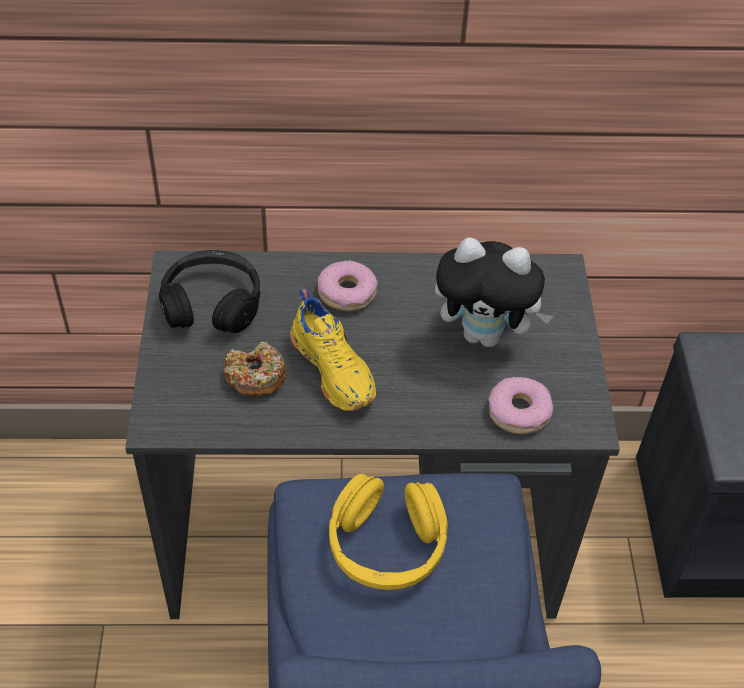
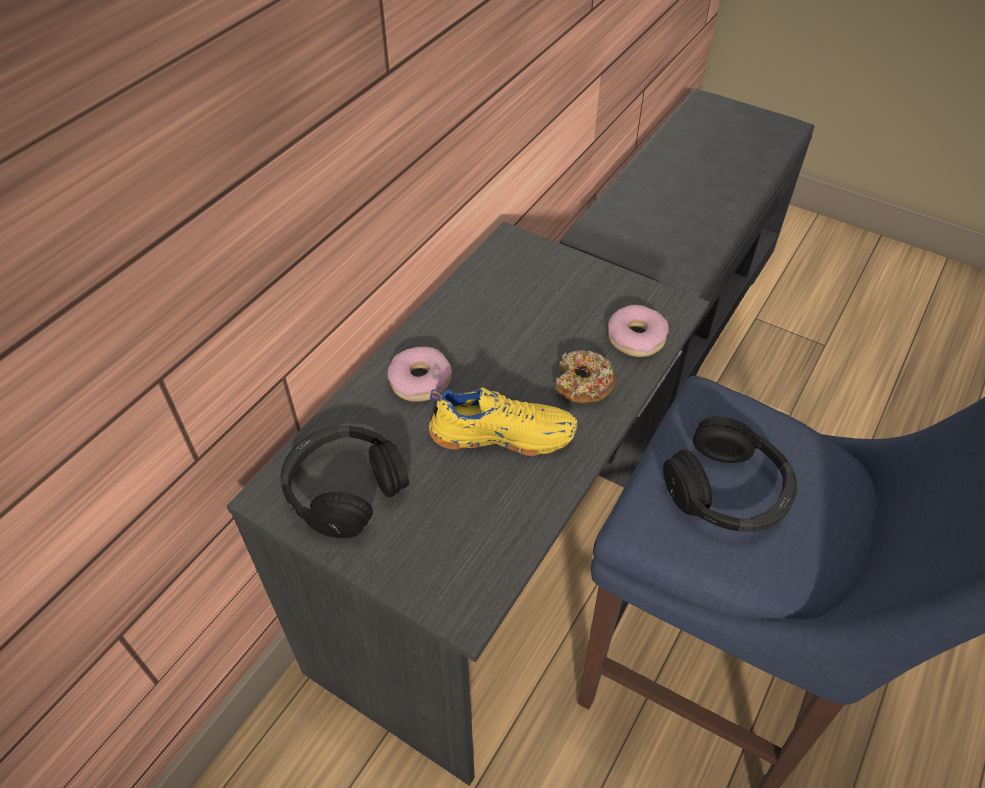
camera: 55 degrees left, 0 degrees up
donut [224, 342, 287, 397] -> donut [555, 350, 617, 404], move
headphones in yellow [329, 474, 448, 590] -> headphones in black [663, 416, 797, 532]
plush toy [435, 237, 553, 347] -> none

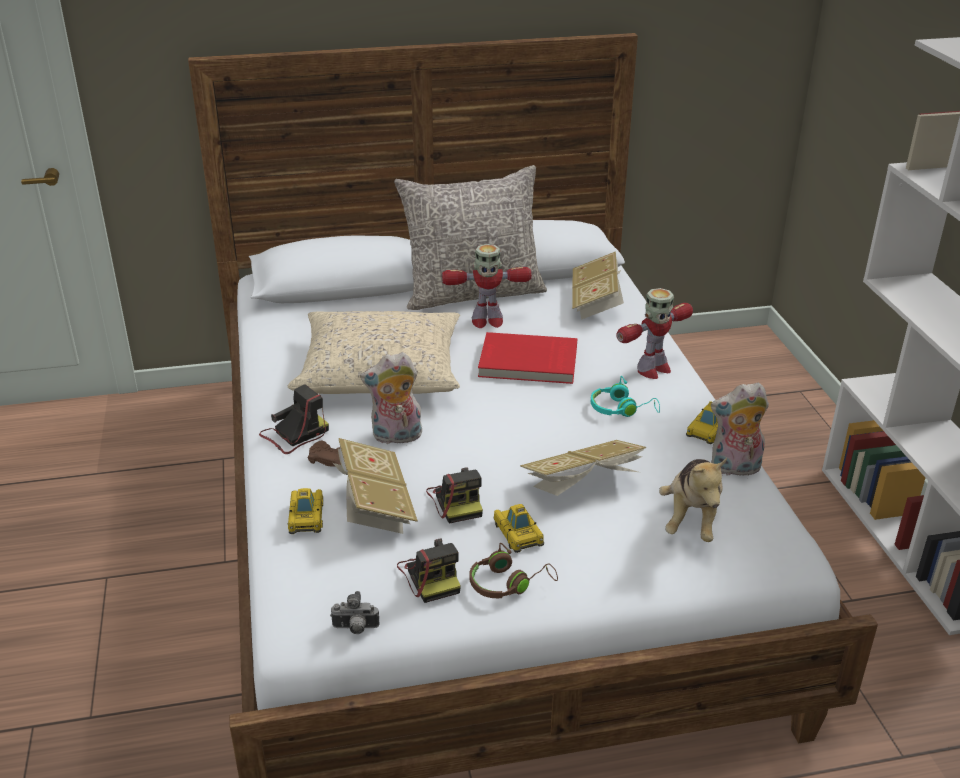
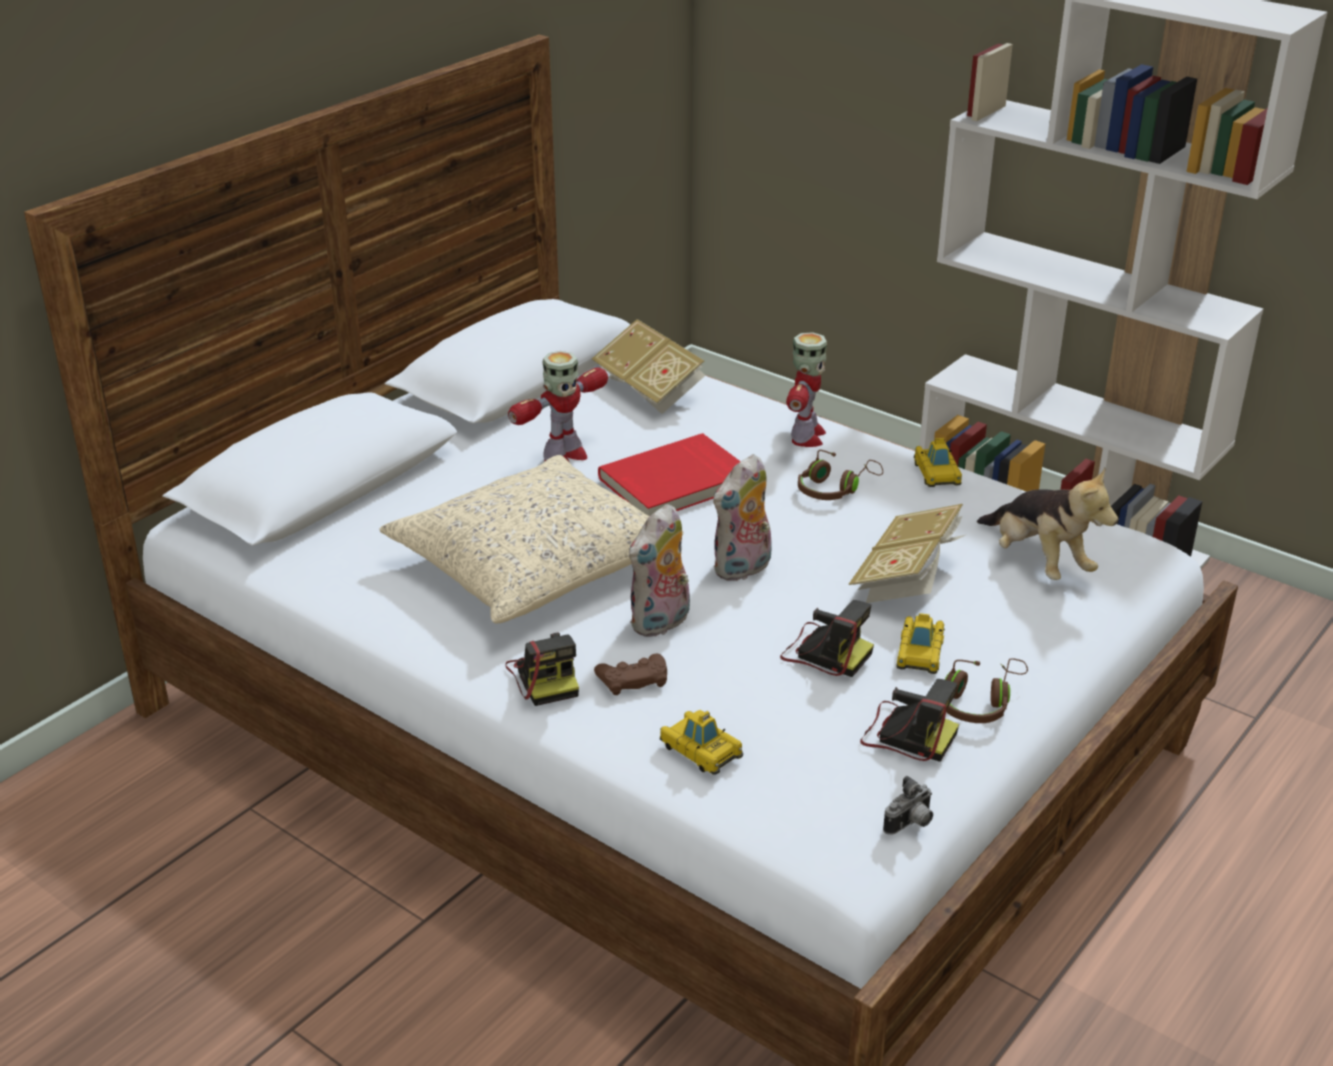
camera: 40 degrees left, 0 degrees up
photo camera [259, 384, 329, 454] -> photo camera [505, 633, 579, 706], 150 degrees clockwise
book [333, 438, 418, 534] -> none
pillow in grey [394, 165, 547, 310] -> none
toy car [493, 504, 544, 553] -> toy car [896, 613, 945, 674], 105 degrees counterclockwise
headphones in turquoise [591, 376, 660, 417] -> headphones in brown [798, 450, 883, 500]
plush toy [711, 383, 769, 476] -> plush toy [713, 454, 772, 581], move

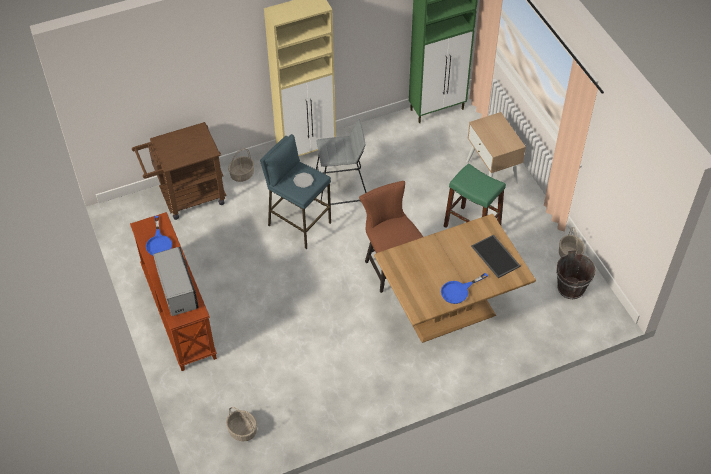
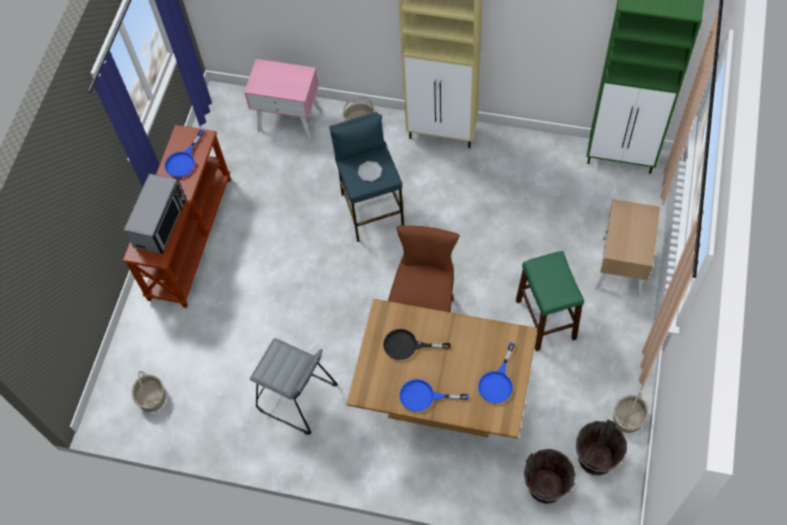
camera: 40 degrees right, 10 degrees up
cart in brown [132, 122, 226, 220] -> nightstand in pink [244, 59, 320, 141]
stool in grey [316, 119, 367, 206] -> stool in grey [250, 338, 338, 435], move
tray [471, 235, 521, 278] -> frying pan in blue [478, 343, 515, 403]
none -> frying pan in black [383, 329, 451, 360]
none -> bucket in brown [524, 449, 576, 504]

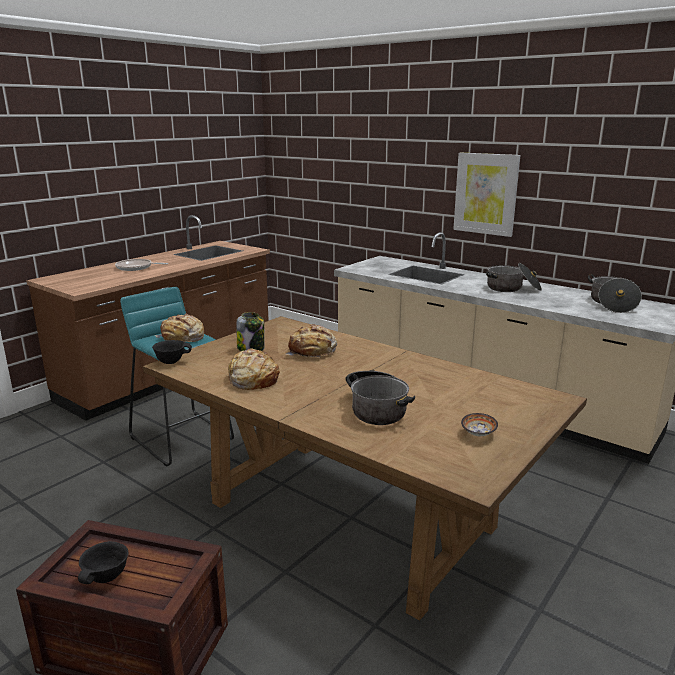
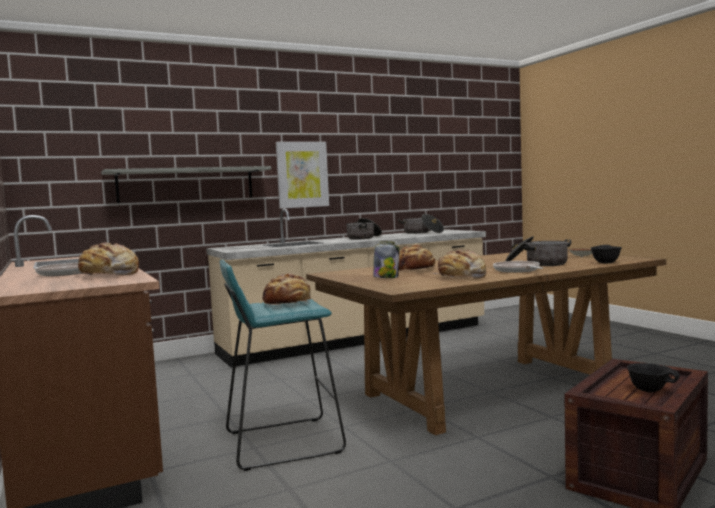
camera: 65 degrees left, 15 degrees down
bowl in black [152, 340, 192, 364] -> bowl in black [591, 245, 622, 263], move
none -> bread [74, 243, 139, 276]
none -> shelf in grey [101, 166, 271, 203]
none -> frying pan [493, 261, 543, 273]

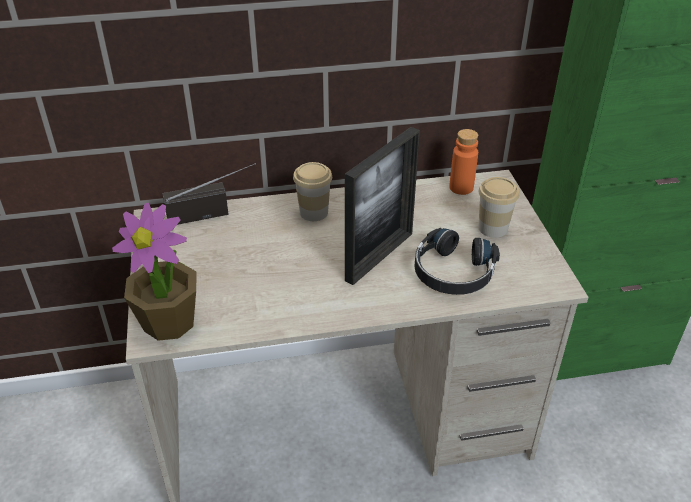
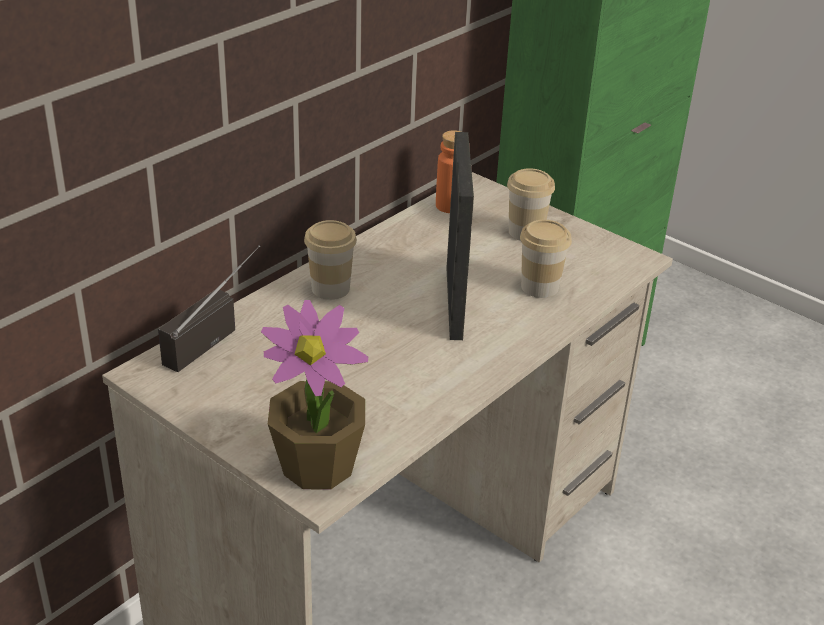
camera: 40 degrees left, 5 degrees down
headphones in black [414, 228, 500, 295] -> cup [520, 220, 572, 298]

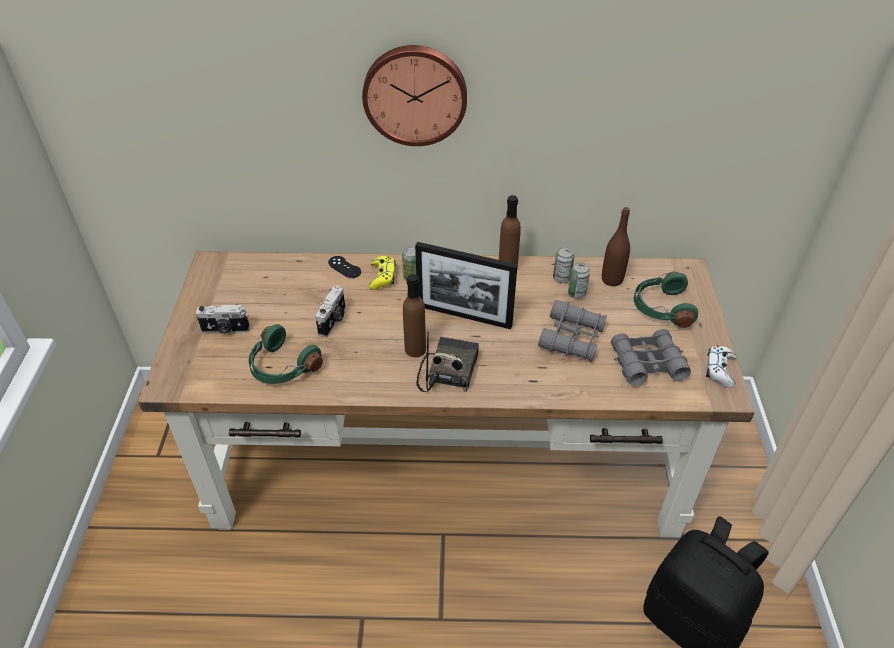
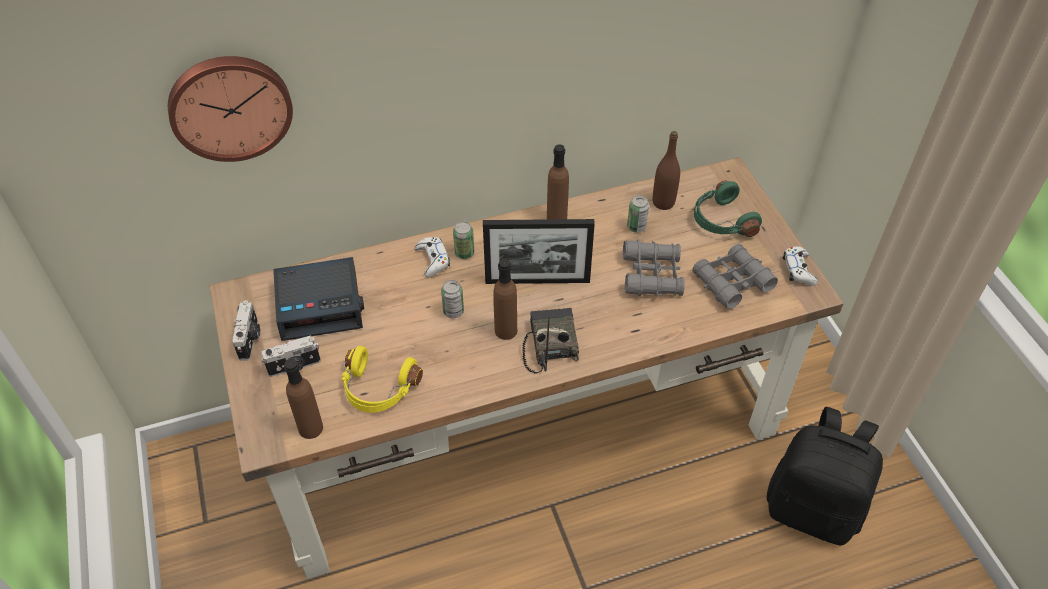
camera: 20 degrees left, 5 degrees up
headphones in green [248, 324, 323, 384] -> headphones in yellow [342, 346, 423, 413]
photo camera [315, 285, 345, 337] -> photo camera [232, 300, 260, 361], move
game controller in black [328, 256, 361, 278] -> none
wall clock [362, 45, 467, 146] -> wall clock [168, 56, 293, 162], move
game controller in yellow [369, 256, 396, 289] -> game controller in white [415, 237, 450, 278]
can [553, 247, 574, 283] -> can [441, 280, 464, 318], move
none -> alarm clock [273, 257, 364, 341]
none -> bottle in brown [284, 359, 323, 439]

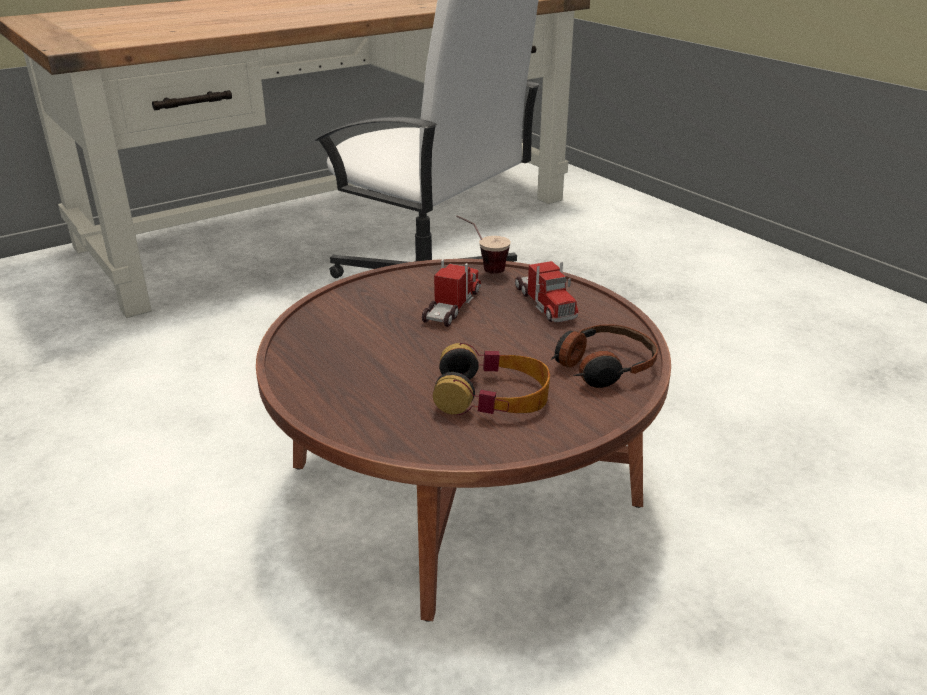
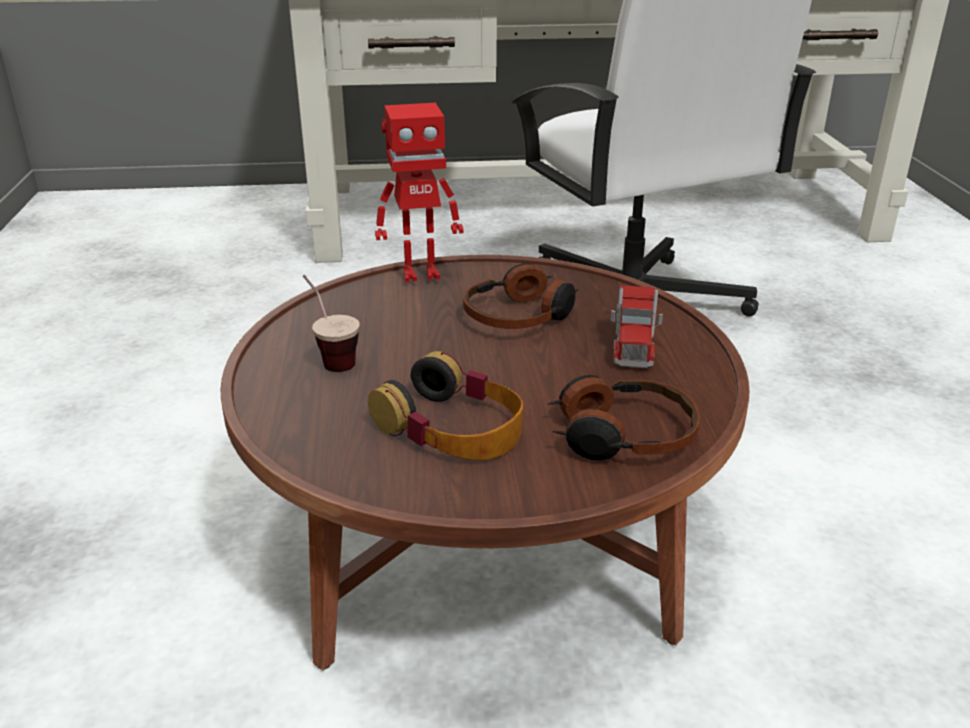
camera: 30 degrees right, 0 degrees up
toy truck [422, 259, 481, 327] -> headphones [463, 263, 578, 329]
cup [456, 215, 511, 274] -> cup [303, 275, 360, 372], move
none -> toy robot [375, 103, 463, 282]

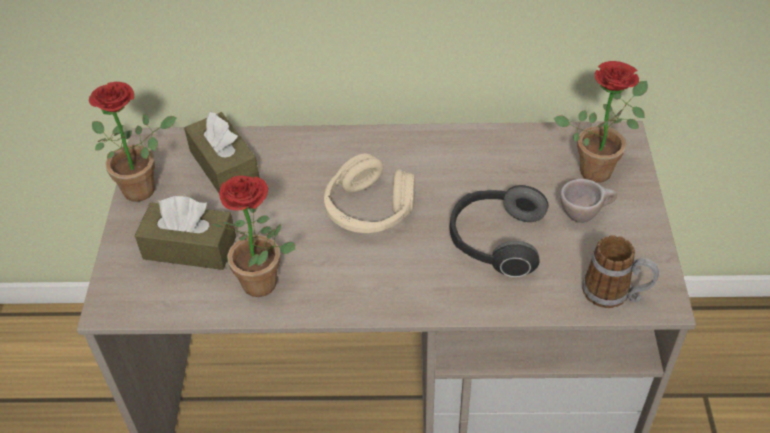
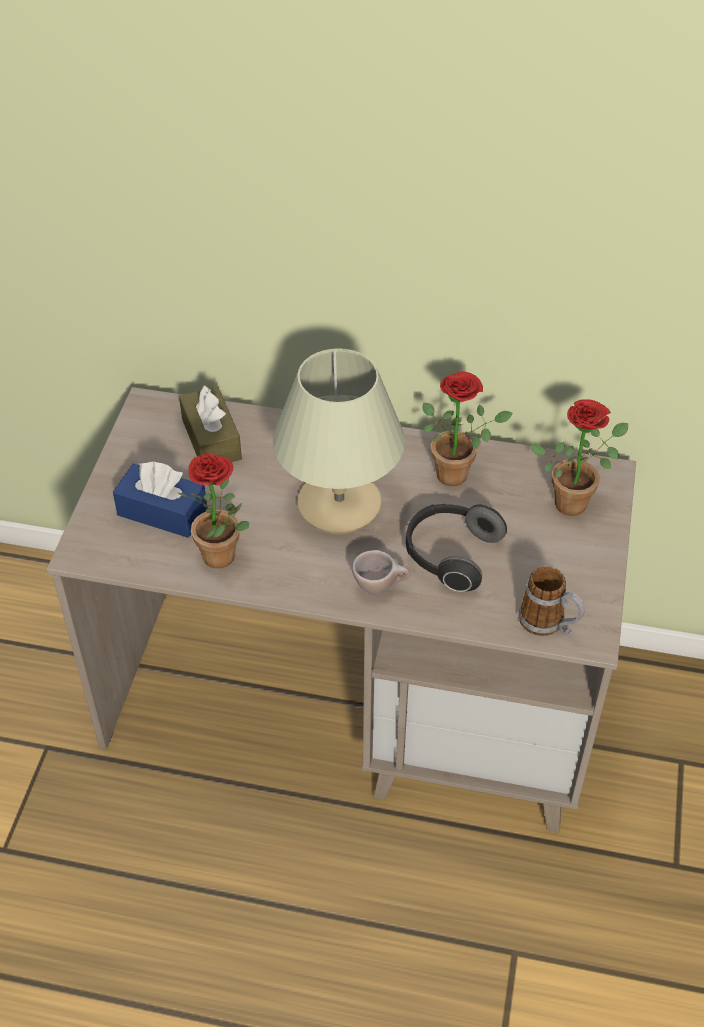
camera: 10 degrees right, 0 degrees up
potted plant [89, 82, 177, 202] -> potted plant [423, 372, 513, 486], move
tissue box in brown [135, 196, 236, 270] -> tissue box in blue [113, 461, 207, 538]
headphones in beige [324, 154, 415, 233] -> table lamp in beige [273, 348, 405, 534]
cup in beige [560, 179, 617, 223] -> cup in beige [352, 550, 410, 595], move

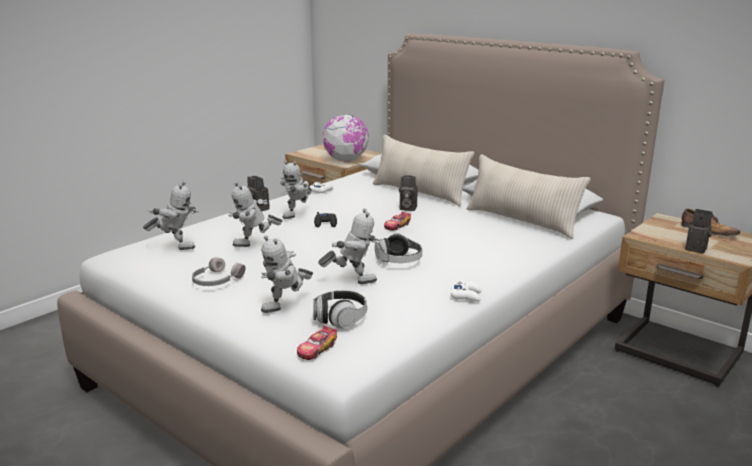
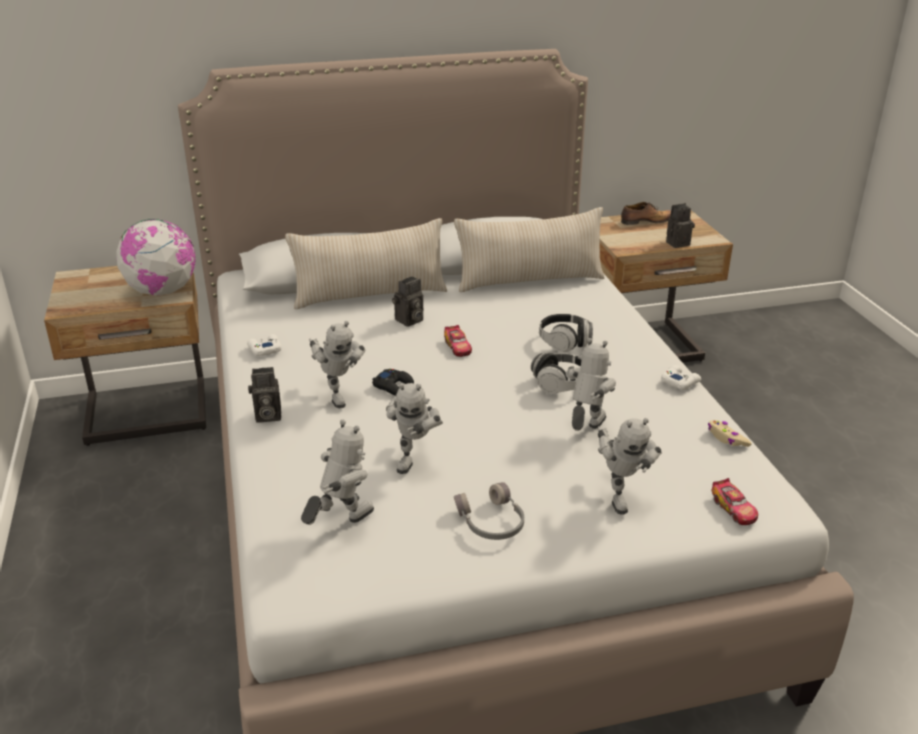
camera: 55 degrees left, 10 degrees up
headphones [313, 290, 367, 329] -> headphones [539, 314, 593, 352], move
none -> game controller in beige [708, 420, 752, 447]

